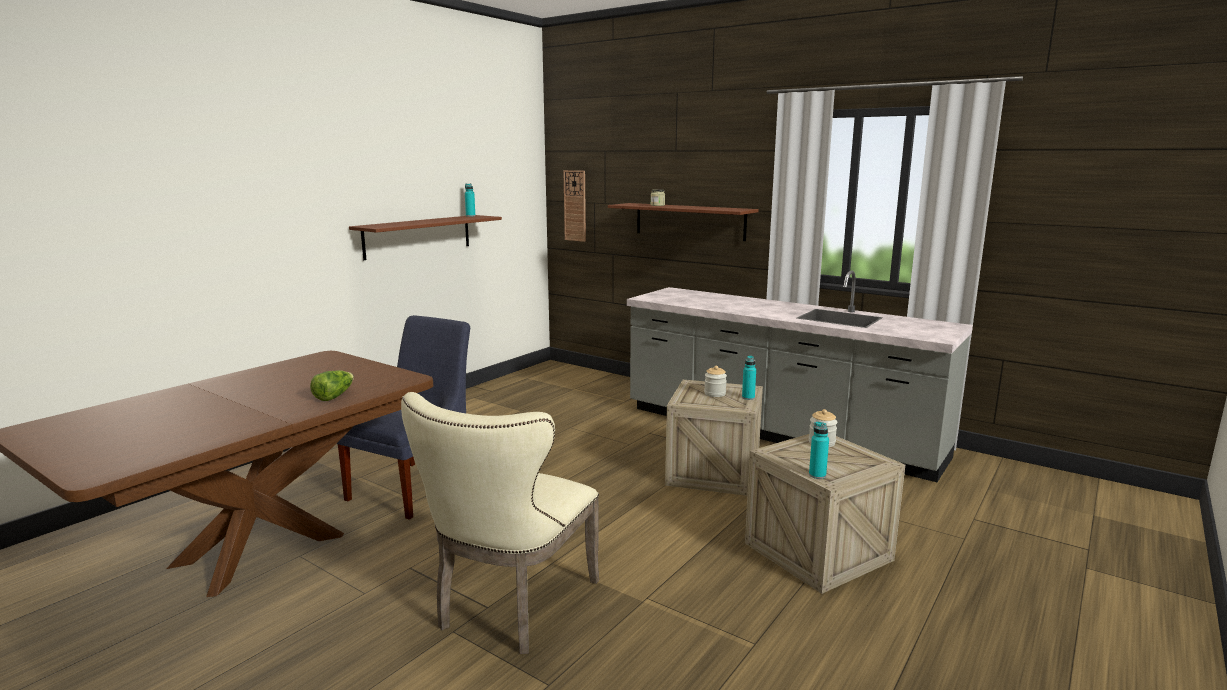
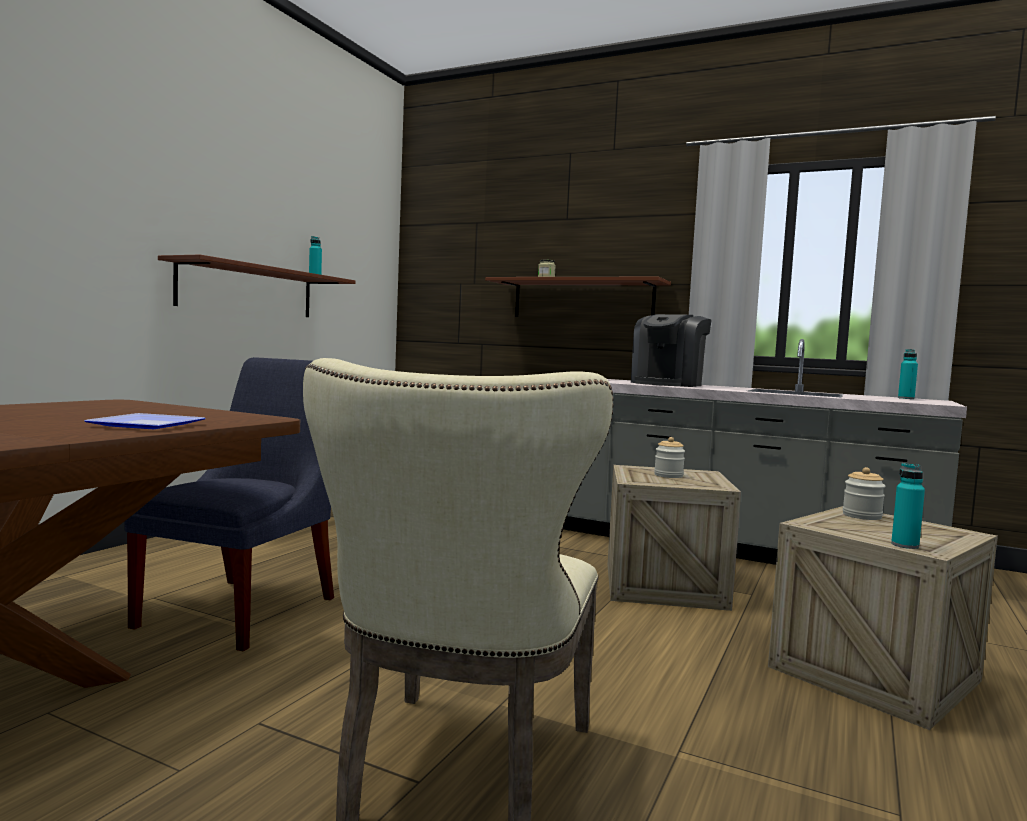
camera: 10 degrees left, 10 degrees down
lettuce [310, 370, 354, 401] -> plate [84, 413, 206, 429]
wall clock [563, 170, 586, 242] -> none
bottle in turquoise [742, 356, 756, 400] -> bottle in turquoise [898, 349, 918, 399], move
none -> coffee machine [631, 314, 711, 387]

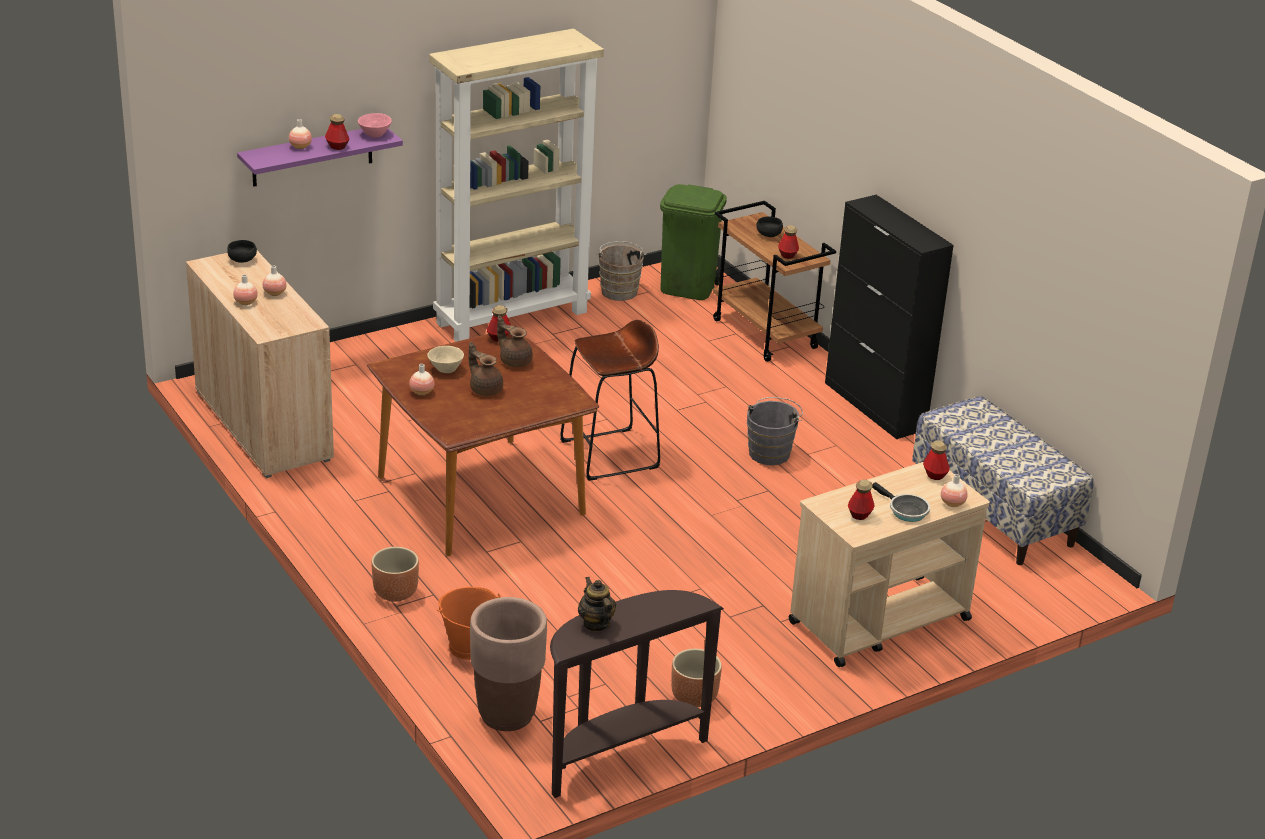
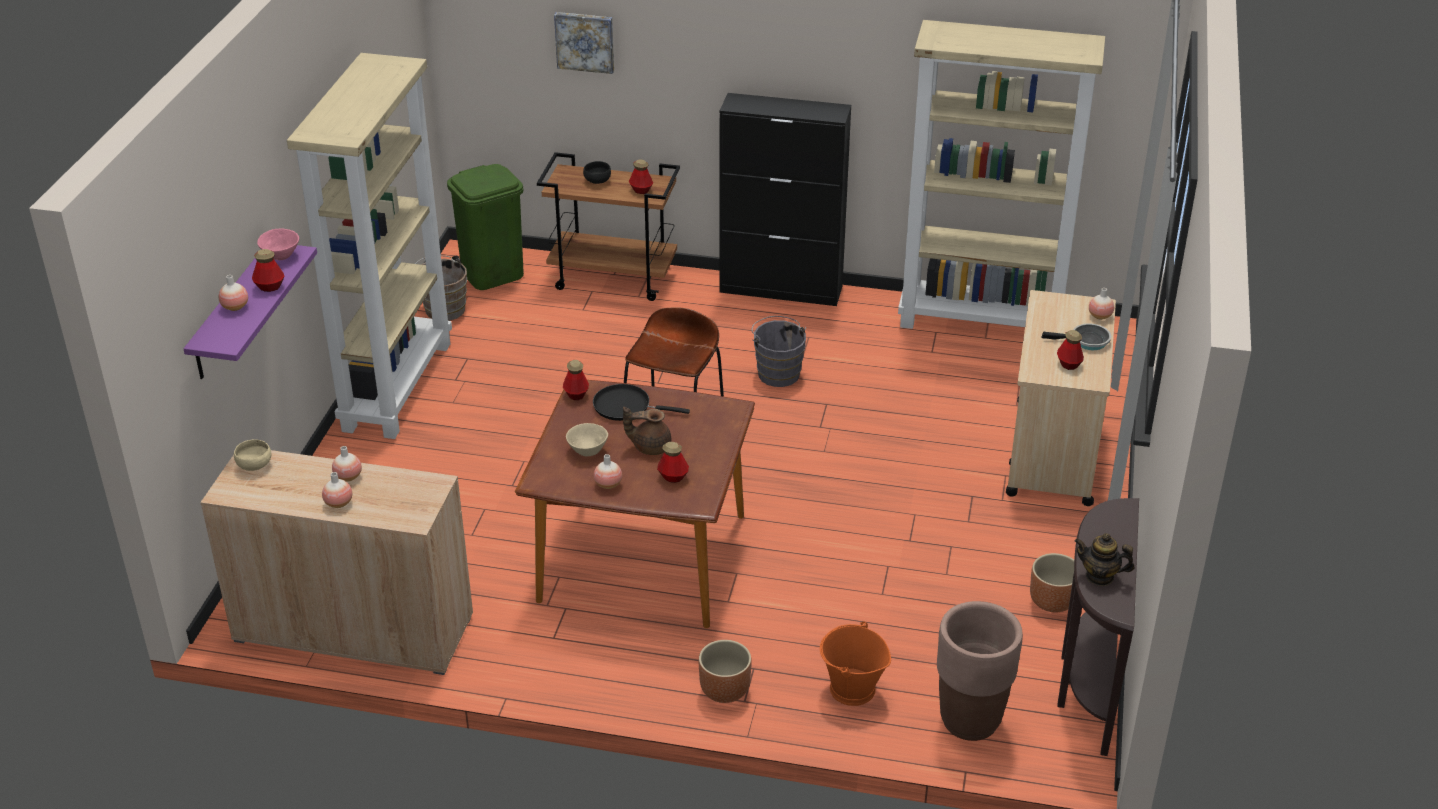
camera: 45 degrees left, 5 degrees up
bowl in black [227, 240, 257, 263] -> bowl in beige [234, 439, 272, 471]
teapot in brown [497, 315, 533, 367] -> frying pan in black [593, 384, 690, 421]
bench [912, 396, 1094, 565] -> bookcase in beige [898, 20, 1105, 329]
bottle [923, 440, 950, 480] -> bottle [657, 442, 689, 483], move
none -> picture [554, 12, 614, 74]

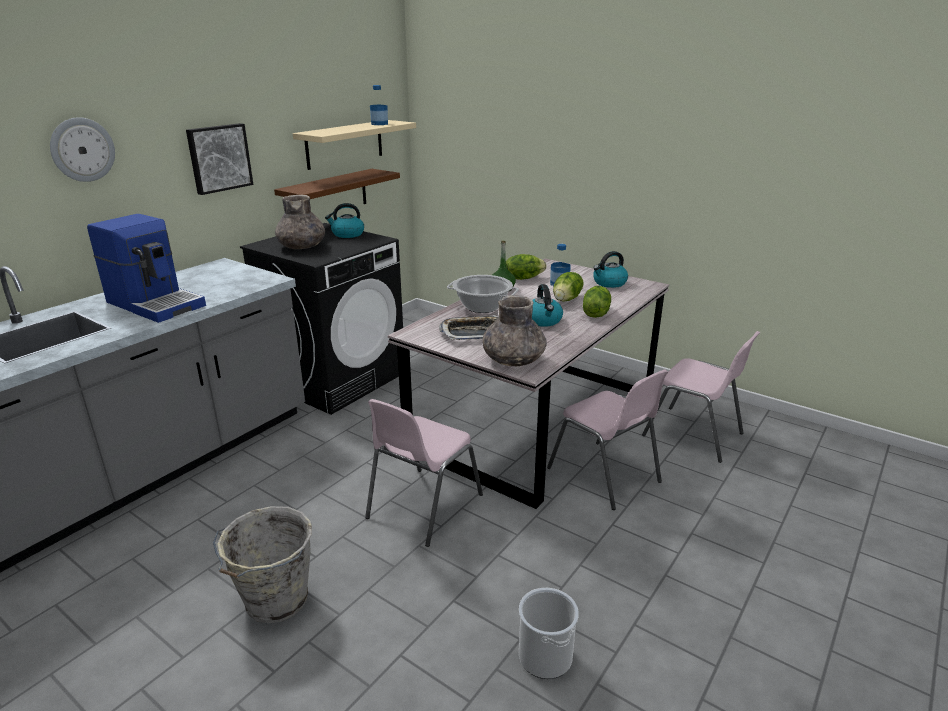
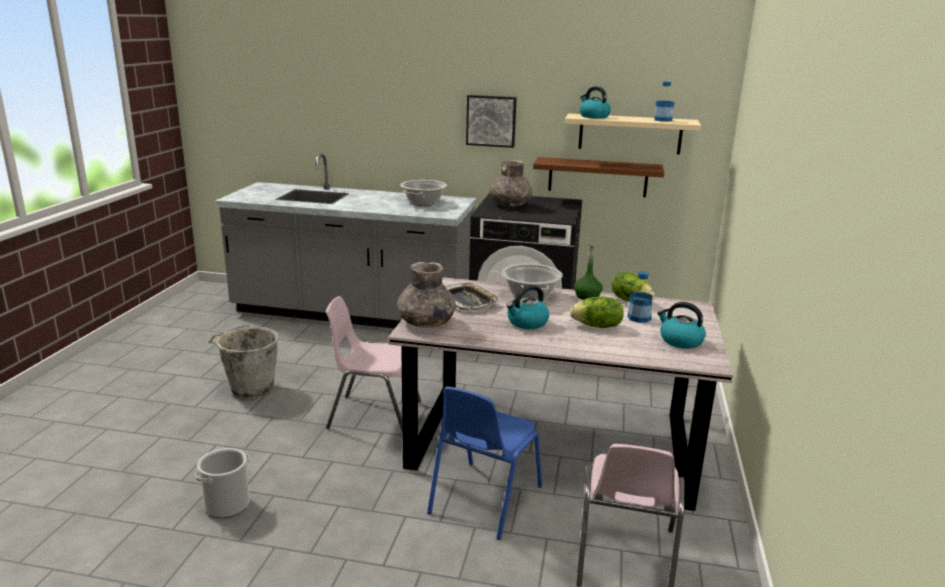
camera: 65 degrees right, 5 degrees down
wall clock [50, 117, 115, 182] -> none
coffee machine [87, 214, 206, 323] -> none
kettle [325, 203, 364, 238] -> kettle [579, 86, 611, 119], move
chair in pink [547, 370, 668, 510] -> chair in blue [427, 386, 542, 540]
lettuce [583, 286, 611, 318] -> none
none -> cooking pot [400, 180, 447, 206]

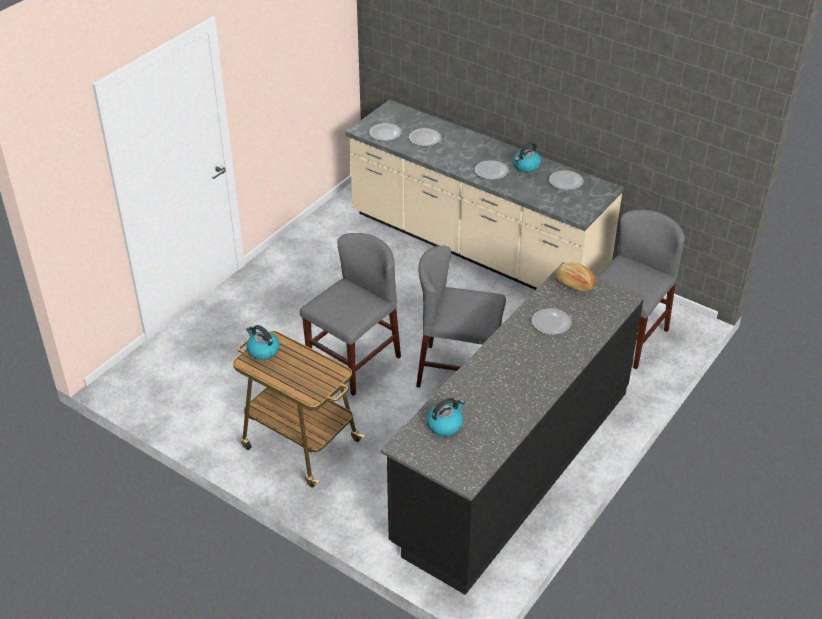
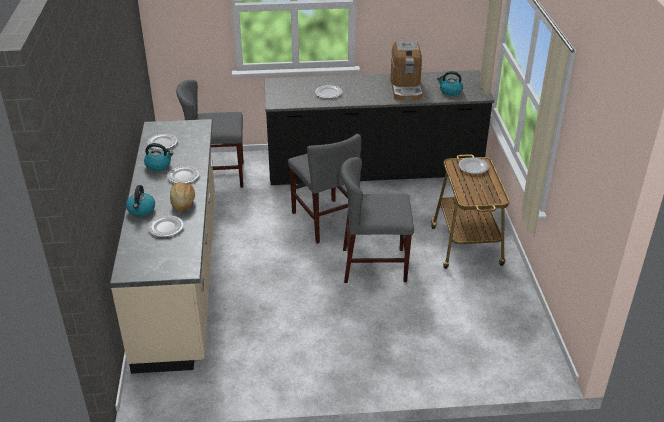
camera: 130 degrees left, 5 degrees down
kettle [246, 325, 280, 360] -> kettle [126, 185, 155, 216], move
plate [369, 123, 402, 141] -> plate [459, 157, 489, 174], move
bread [554, 262, 596, 291] -> bread [170, 182, 195, 211], move
none -> coffee machine [390, 41, 423, 100]

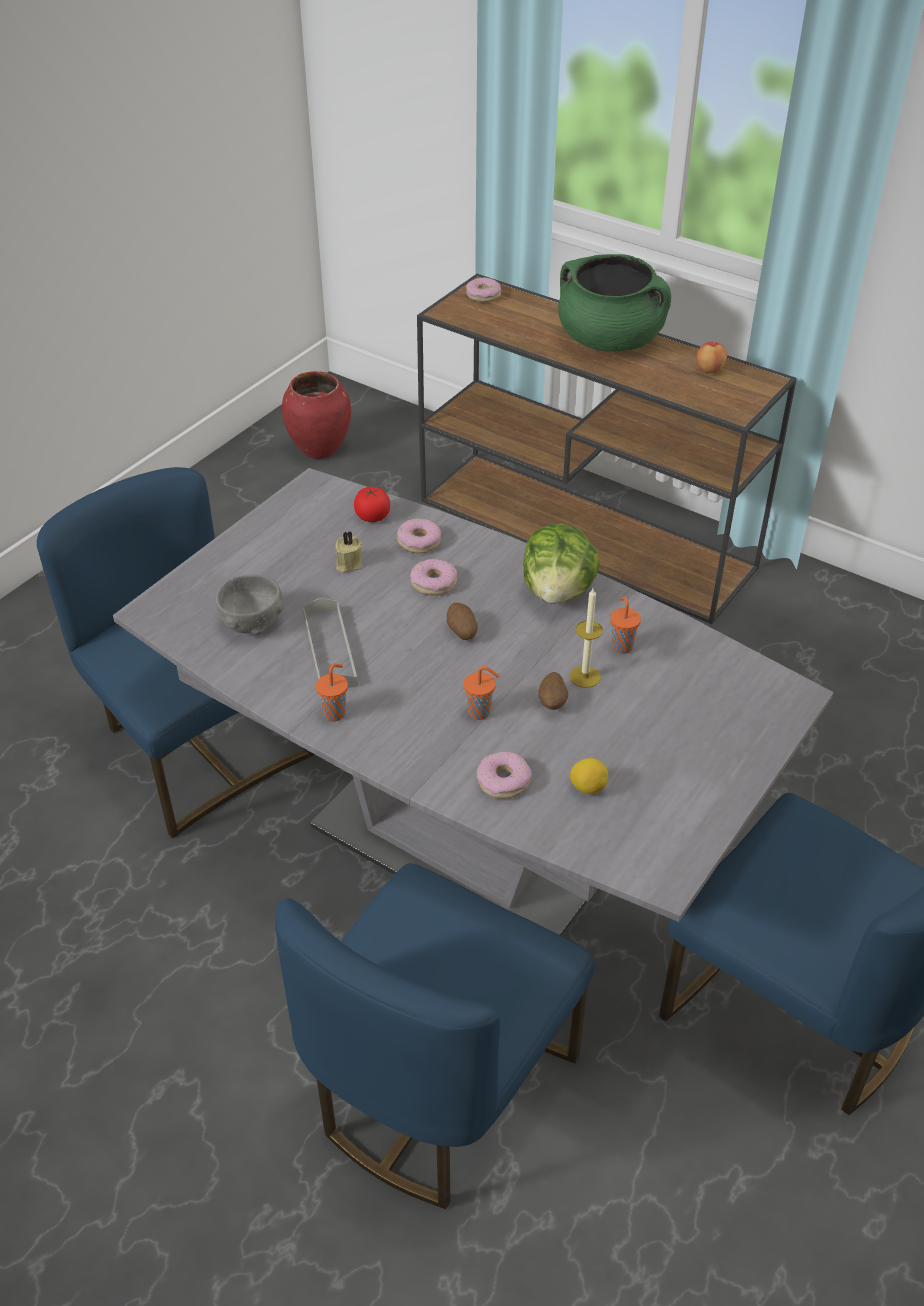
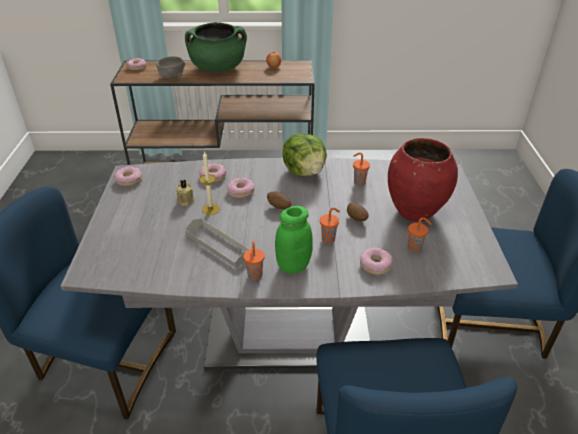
camera: 35 degrees left, 5 degrees down
bowl in grey [216, 574, 284, 635] -> bowl in grey [156, 56, 185, 79], move
vase in red [282, 371, 351, 459] -> vase in red [388, 138, 458, 222], move
tomato [354, 486, 390, 522] -> none
candle [569, 588, 603, 688] -> candle [199, 151, 220, 215], move
lemon [570, 758, 608, 794] -> cup in orange [408, 217, 432, 253]
none -> donut [114, 166, 142, 186]
none -> jar in green [275, 206, 313, 274]

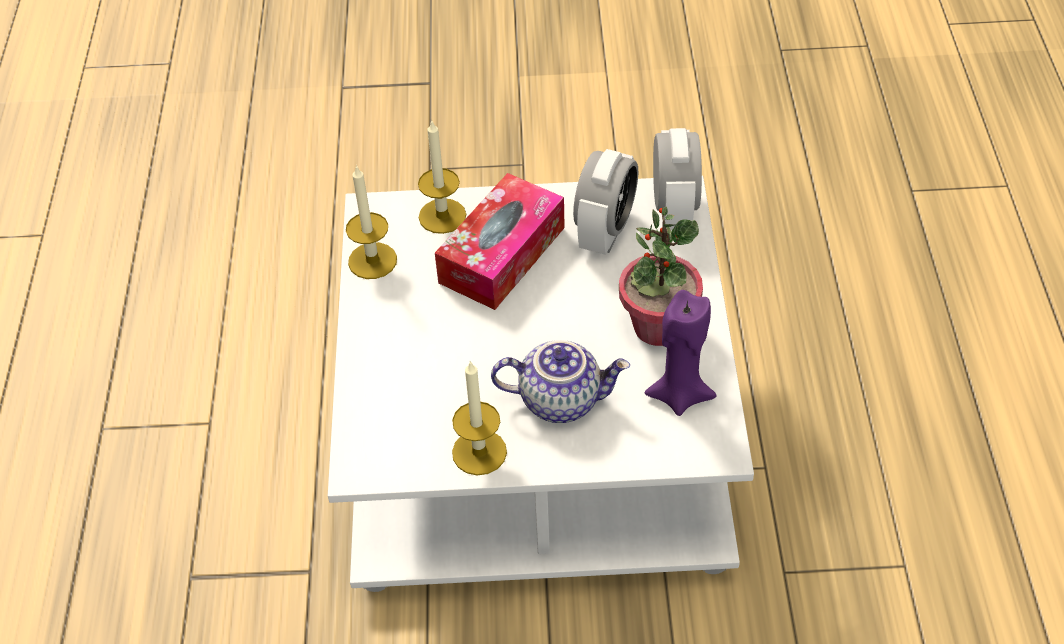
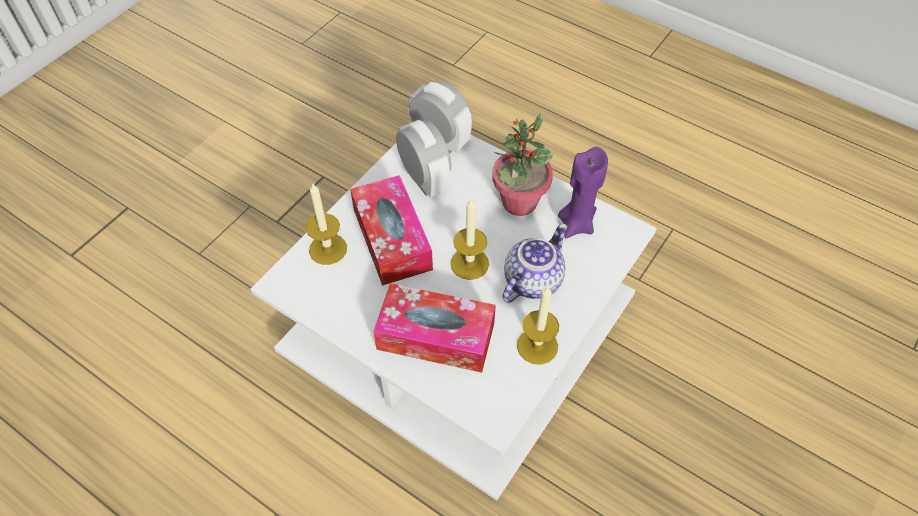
camera: 55 degrees left, 5 degrees up
candle [346, 165, 397, 279] -> candle [451, 199, 489, 280], move
none -> tissue box [373, 283, 496, 373]

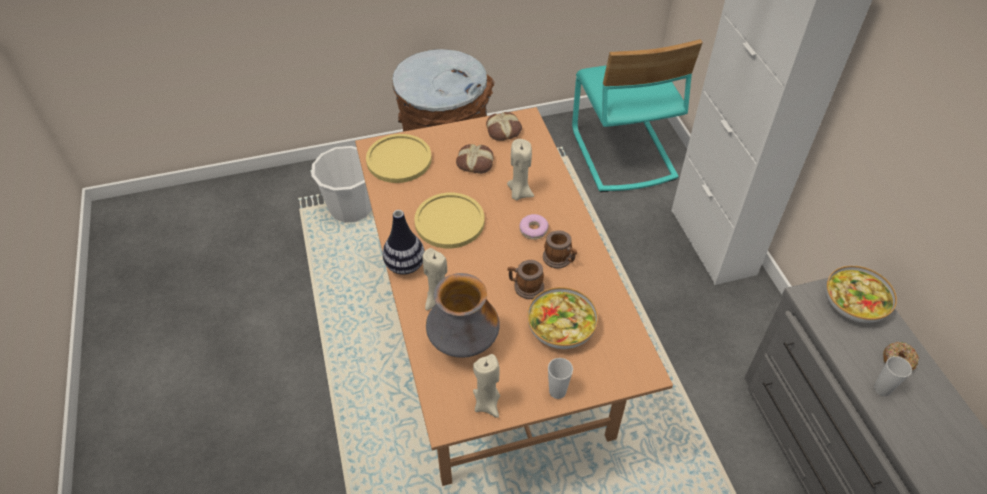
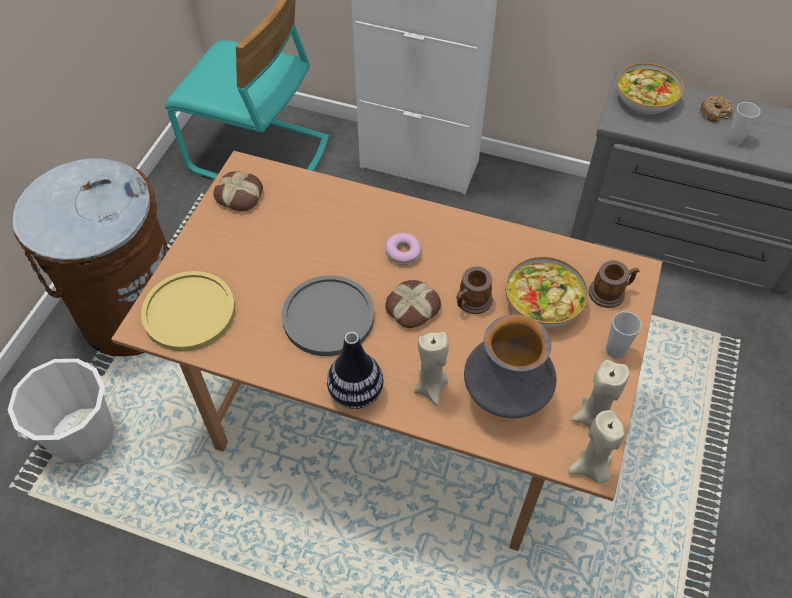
camera: 55 degrees left, 5 degrees up
plate in yellow [414, 193, 484, 248] -> plate in grey [282, 275, 374, 356]
bread [456, 144, 494, 174] -> bread [385, 280, 441, 328], move
candle in beige [507, 139, 534, 200] -> candle in beige [568, 410, 625, 484], move
mug [543, 230, 577, 269] -> mug [589, 260, 640, 308], move

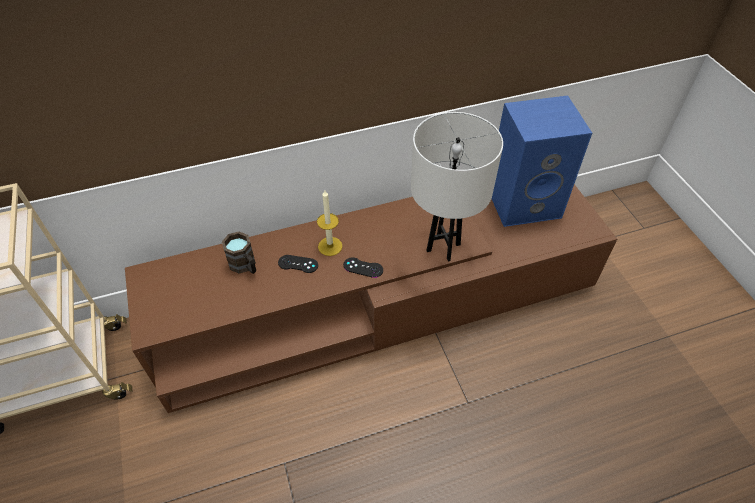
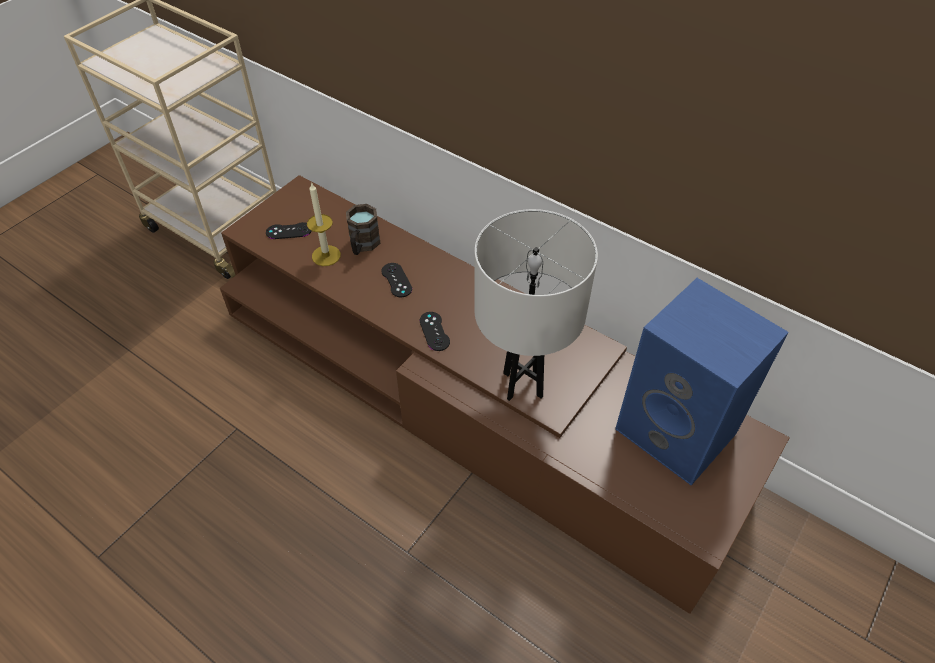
camera: 55 degrees right, 0 degrees up
candle [317, 190, 342, 256] -> candle [307, 182, 341, 266], move
none -> game controller in black [266, 222, 312, 239]

